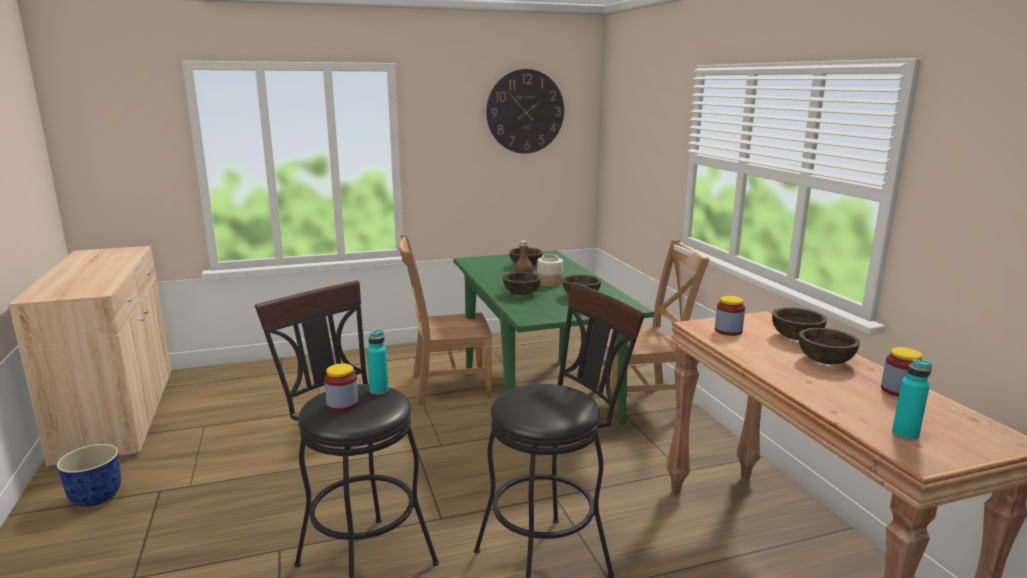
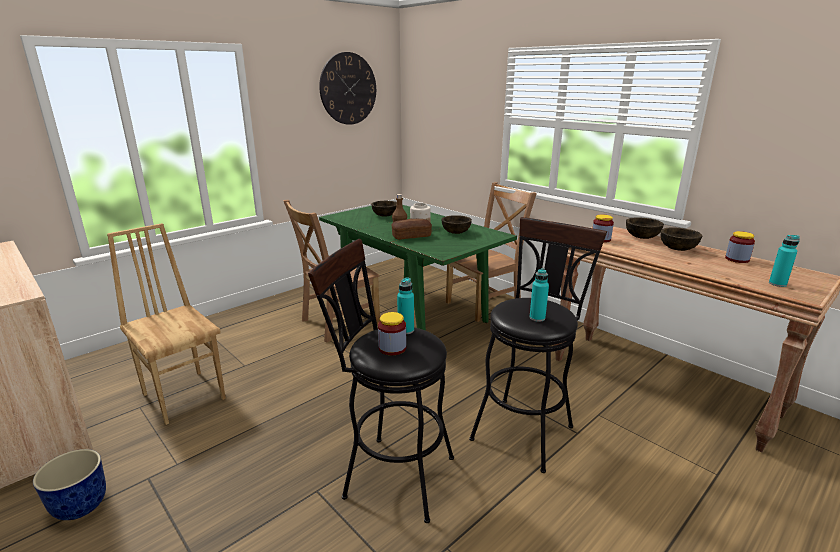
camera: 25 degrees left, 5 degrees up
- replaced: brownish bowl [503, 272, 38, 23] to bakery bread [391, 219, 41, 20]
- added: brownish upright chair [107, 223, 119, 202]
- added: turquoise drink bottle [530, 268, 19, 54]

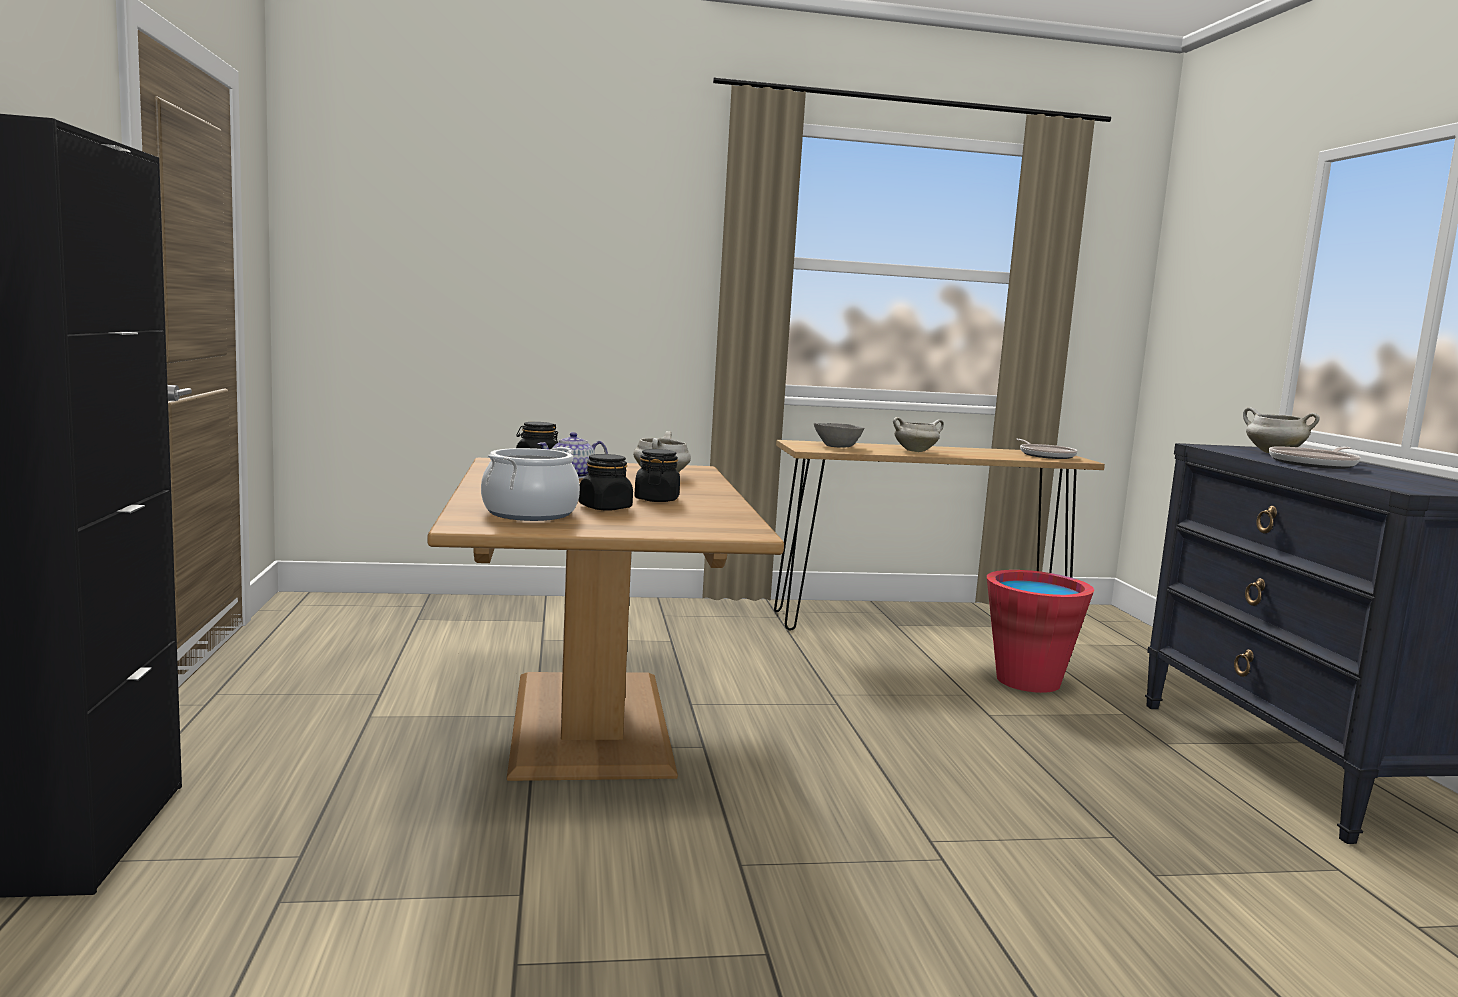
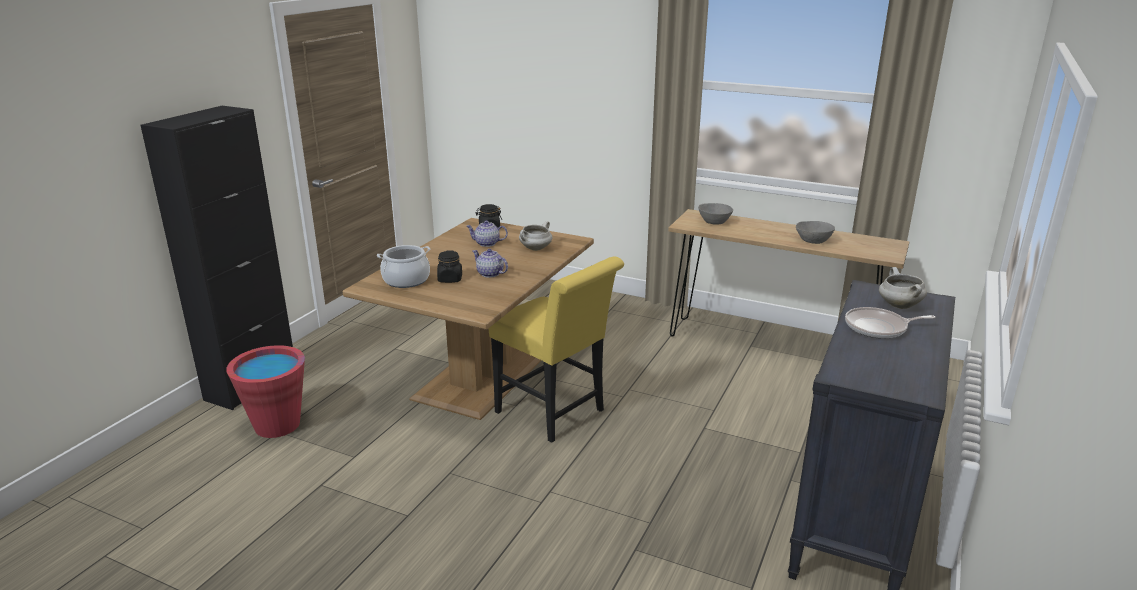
camera: 35 degrees right, 15 degrees up
- removed: white stockpot [893, 417, 51, 35]
- removed: pan [1016, 439, 62, 20]
- replaced: blackish preserve jar [634, 449, 46, 53] to tea pot [472, 249, 36, 29]
- moved: reddish water bucket [987, 570, 107, 123] to [226, 345, 79, 93]
- added: gray bowl [796, 221, 39, 23]
- added: yellow-coloured upright chair [488, 257, 136, 186]

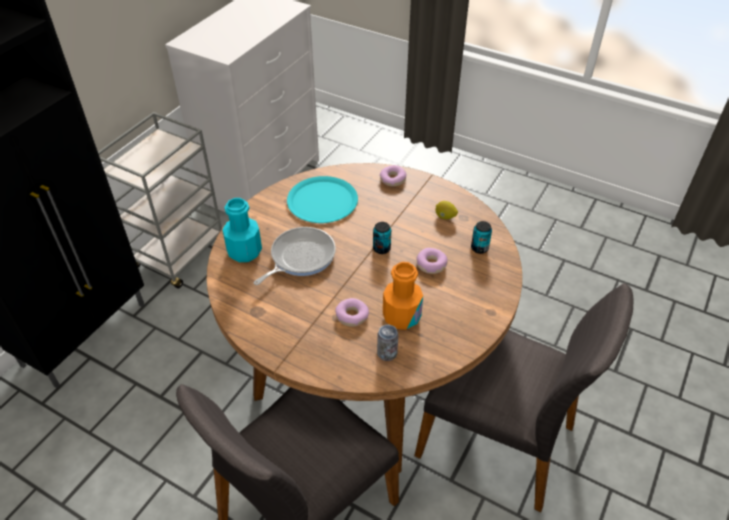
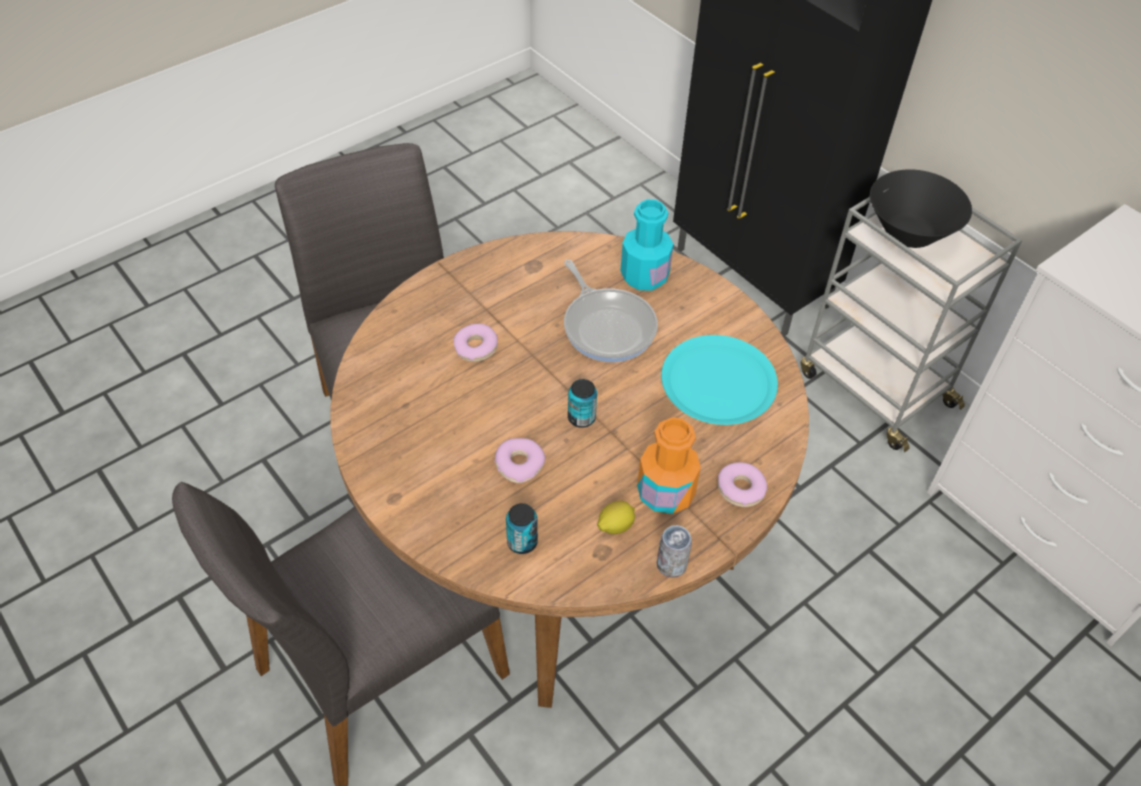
camera: 110 degrees right, 5 degrees up
- moved: orangey drink bottle [383, 262, 40, 68] to [637, 417, 64, 97]
- moved: can [377, 325, 21, 36] to [657, 525, 35, 53]
- added: blackish bowl [870, 169, 102, 79]

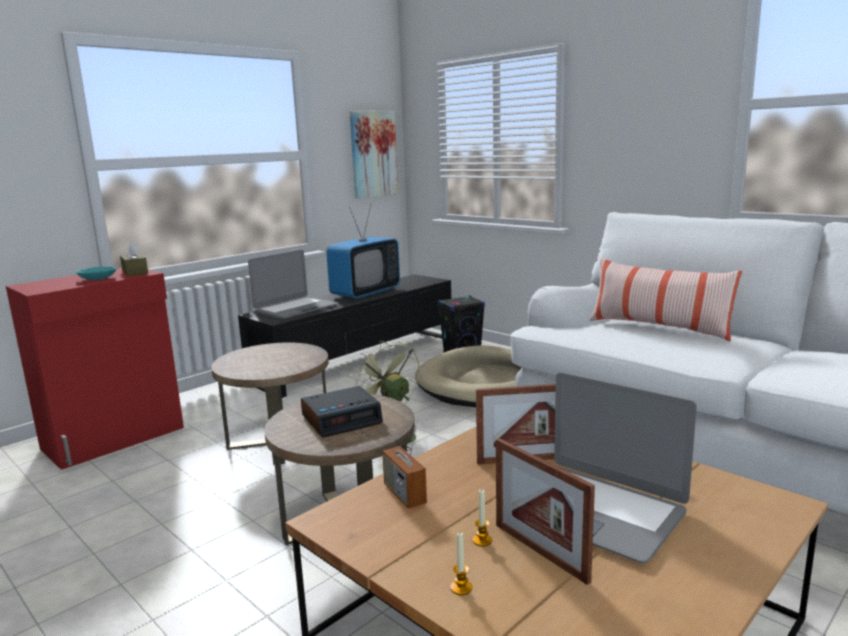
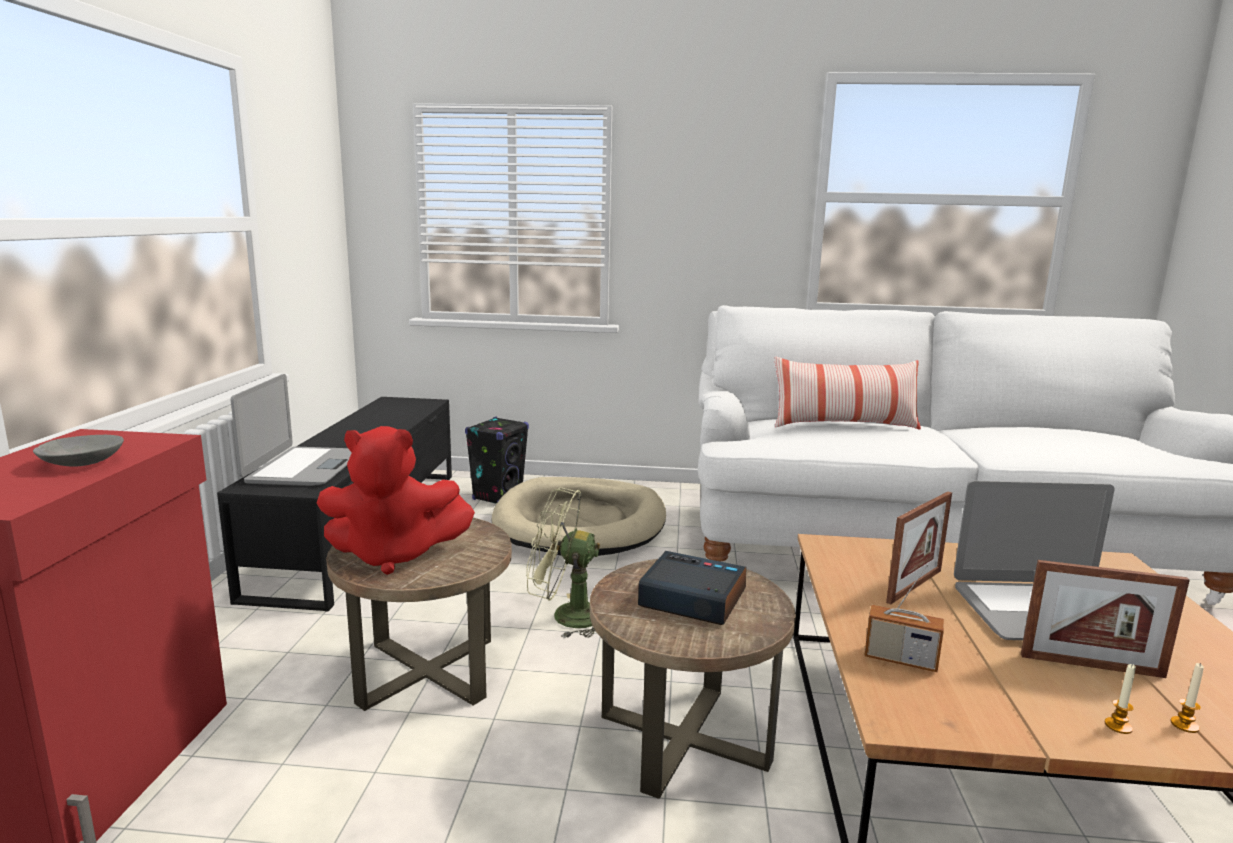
camera: 40 degrees left, 0 degrees up
- removed: wall picture [350, 111, 48, 88]
- removed: television [326, 204, 74, 95]
- removed: brownish box of tissues [120, 242, 28, 34]
- recoloured: turquoise bowl [76, 267, 41, 13] to gray bowl [33, 435, 91, 32]
- turned: bedside clock [301, 386, 82, 52] = [638, 551, 108, 74] 90 degrees counterclockwise
- moved: candle [473, 489, 19, 58] to [1170, 663, 34, 70]
- added: reddish cuddly toy [317, 426, 158, 149]

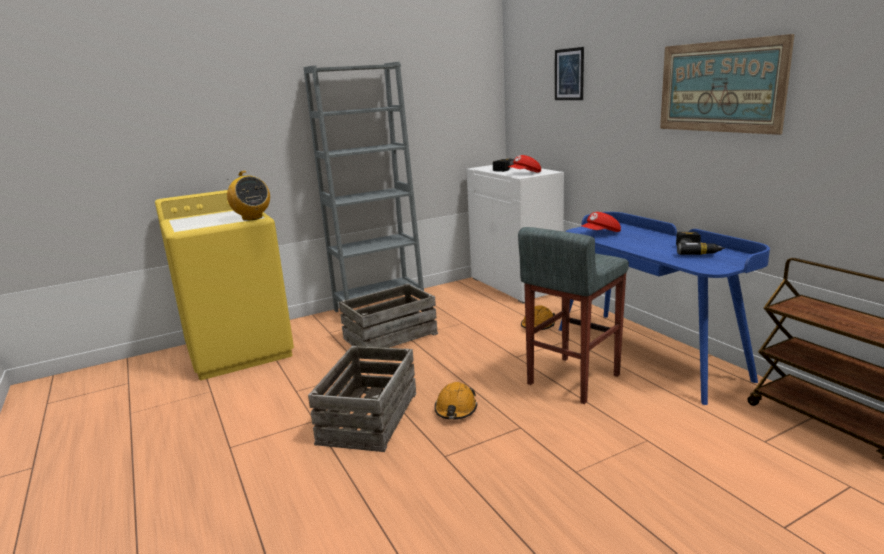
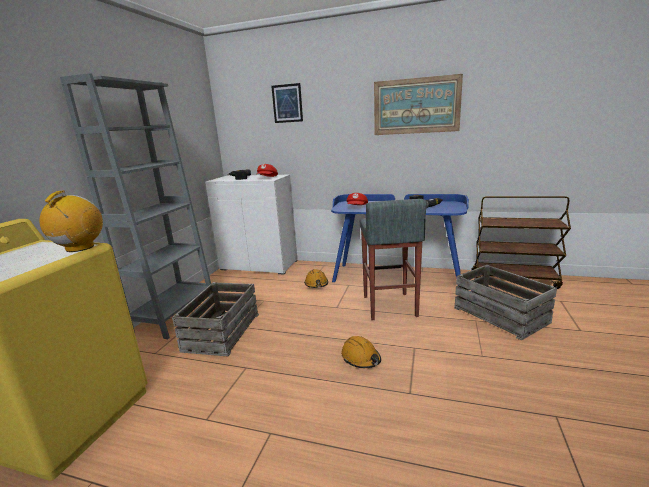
camera: 45 degrees left, 0 degrees up
- turned: radio receiver [227, 171, 43, 50] = [39, 191, 64, 61] 90 degrees counterclockwise
- moved: packing crate [308, 346, 108, 106] to [454, 265, 103, 76]

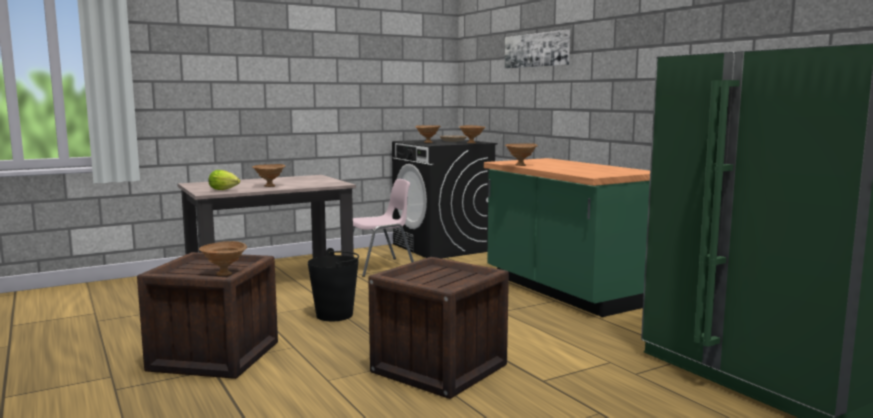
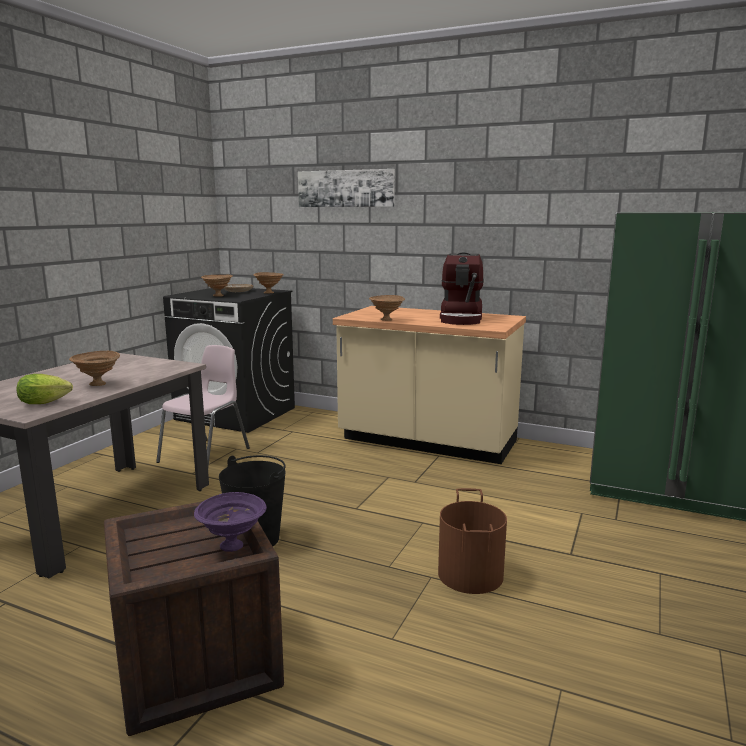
camera: 35 degrees left, 5 degrees up
- recoloured: greenish counter [484, 158, 166, 159] to sand-coloured counter [333, 306, 193, 158]
- recoloured: brownish bowl [199, 241, 48, 35] to purple bowl [194, 492, 73, 60]
- replaced: packing crate [368, 257, 141, 142] to brownish water bucket [438, 488, 69, 106]
- added: coffee brewer [440, 253, 44, 72]

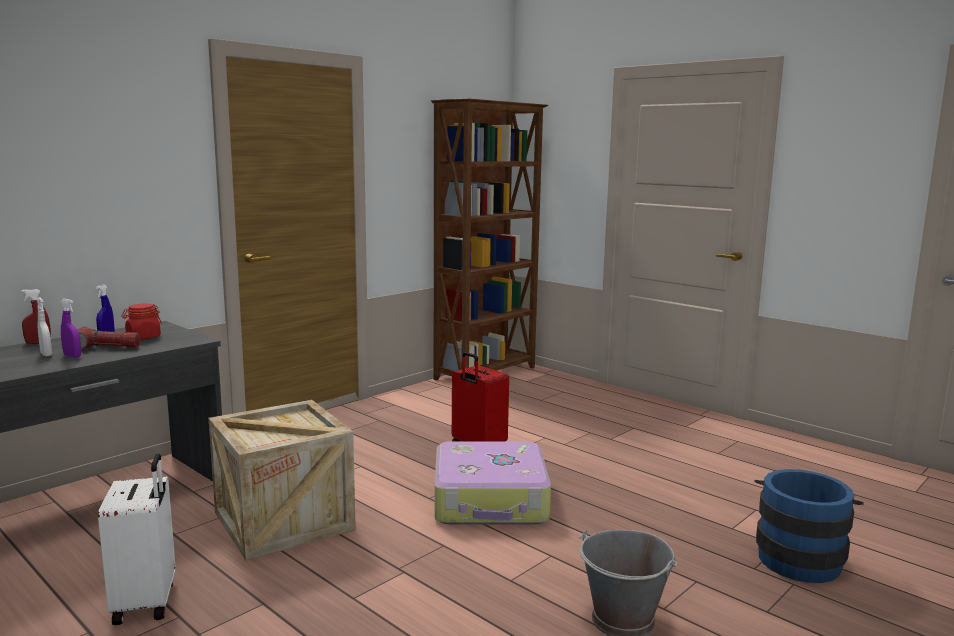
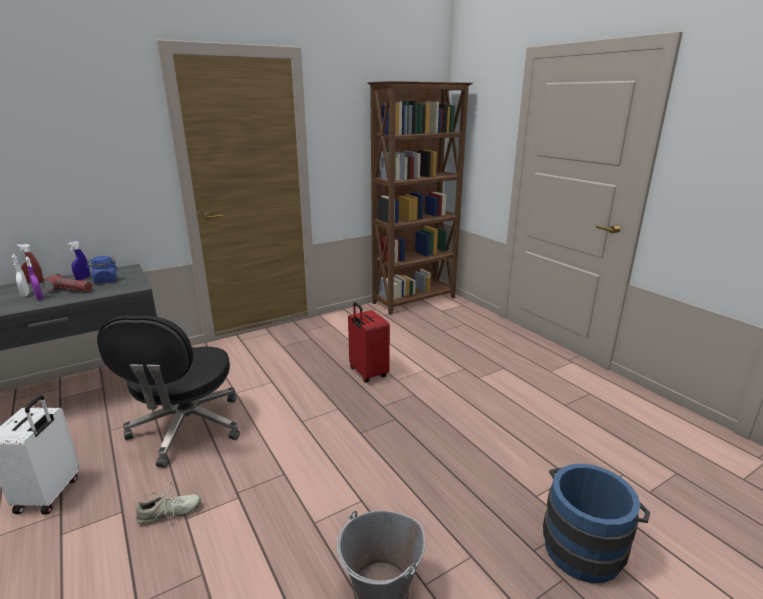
camera: 15 degrees right, 10 degrees up
- recoloured: reddish preserve jar [121, 304, 41, 35] to blue-coloured preserve jar [86, 256, 32, 28]
- replaced: packing crate [209, 400, 147, 161] to blackish computer chair [97, 315, 143, 153]
- removed: piece of luggage [434, 441, 117, 83]
- added: sand-coloured shoe [136, 482, 65, 44]

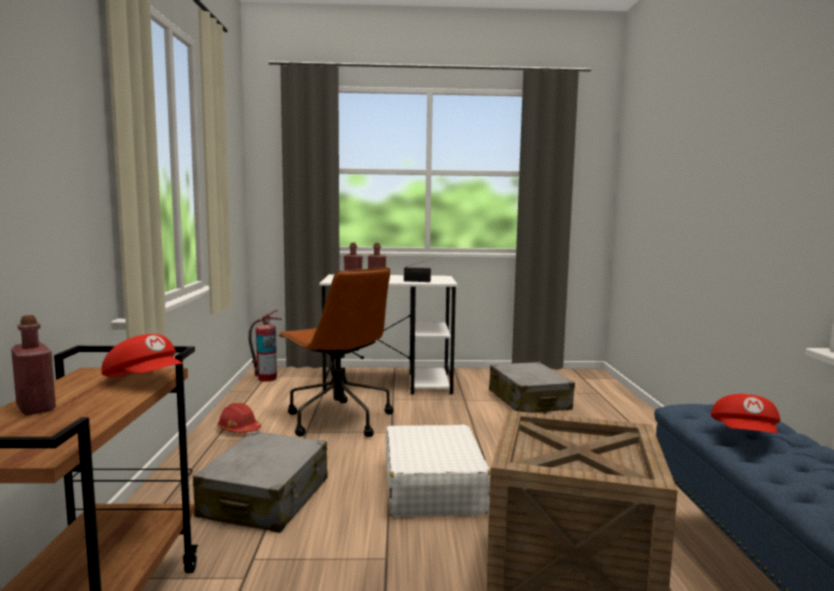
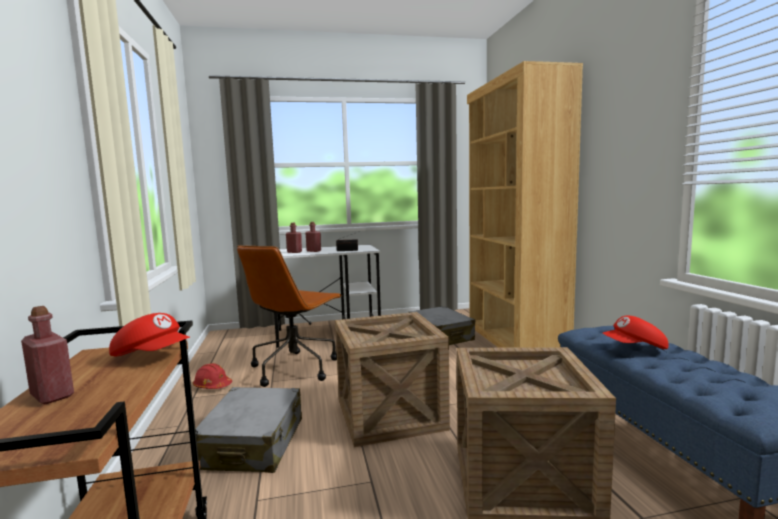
camera: 10 degrees left, 0 degrees up
- turned: brownish computer chair [278, 267, 116, 170] = [237, 245, 105, 142] 75 degrees clockwise
- removed: extinguisher [248, 310, 34, 72]
- turned: reddish baseball cap [710, 394, 71, 39] = [602, 316, 66, 33] 75 degrees clockwise
- replaced: white piece of luggage [385, 425, 106, 92] to packing crate [335, 312, 115, 135]
- added: brownish bookcase [467, 61, 116, 287]

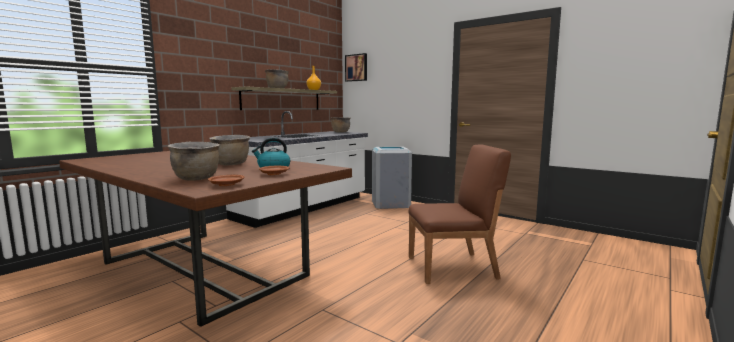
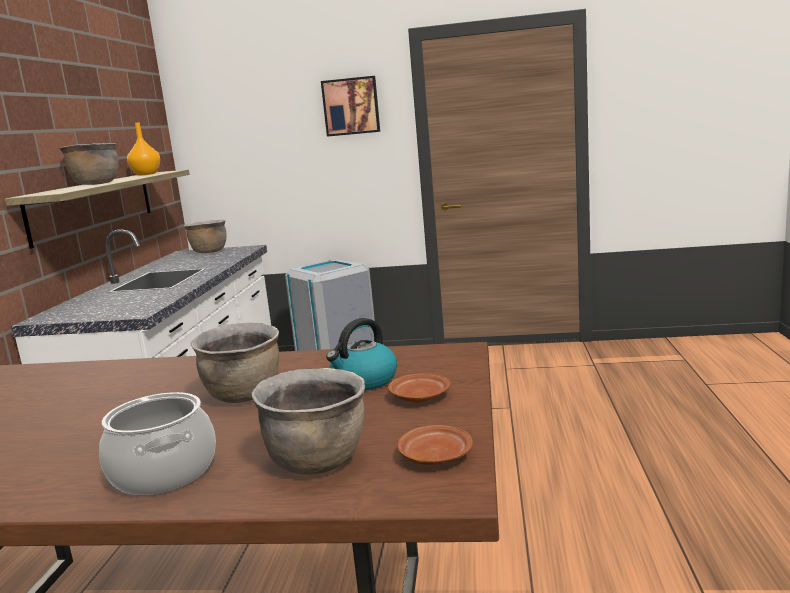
camera: 30 degrees left, 5 degrees up
- moved: wall picture [345, 53, 22, 29] to [321, 76, 59, 61]
- removed: brownish upright chair [408, 144, 103, 140]
- added: stockpot [99, 392, 117, 103]

